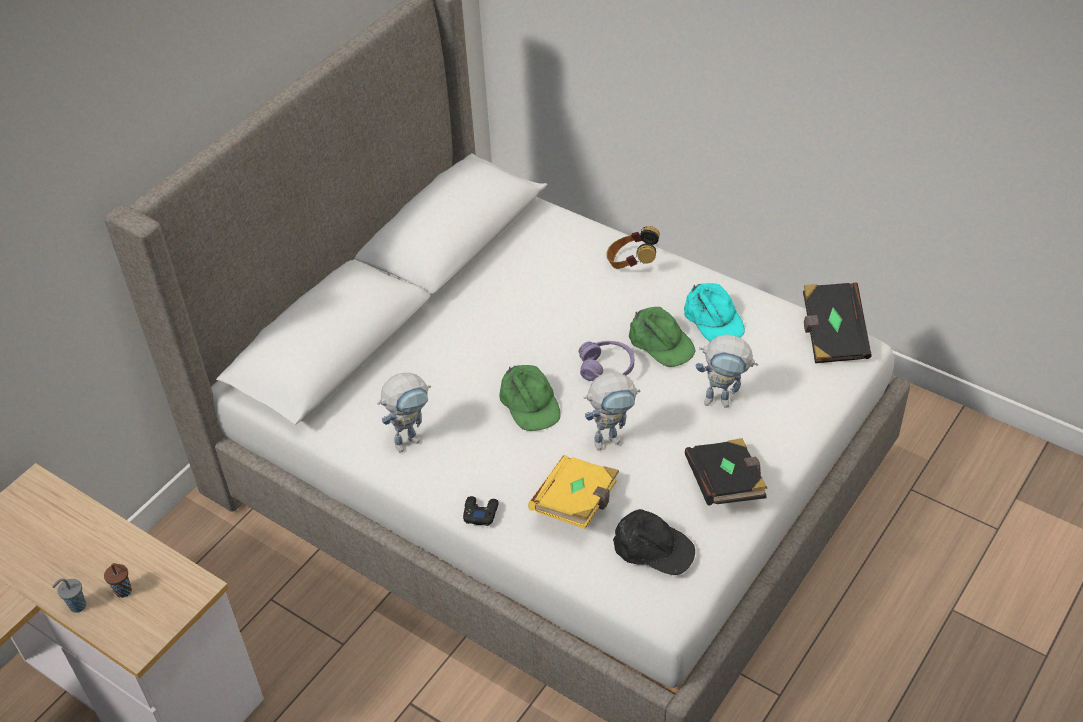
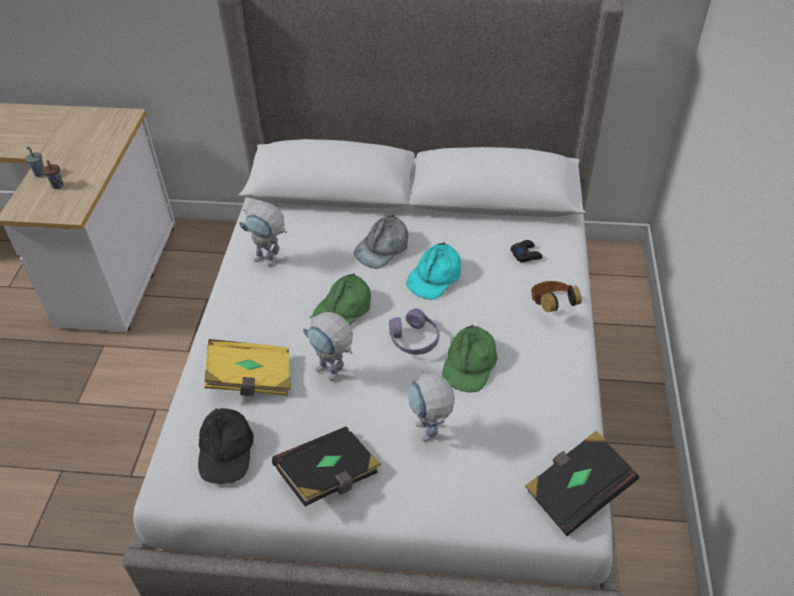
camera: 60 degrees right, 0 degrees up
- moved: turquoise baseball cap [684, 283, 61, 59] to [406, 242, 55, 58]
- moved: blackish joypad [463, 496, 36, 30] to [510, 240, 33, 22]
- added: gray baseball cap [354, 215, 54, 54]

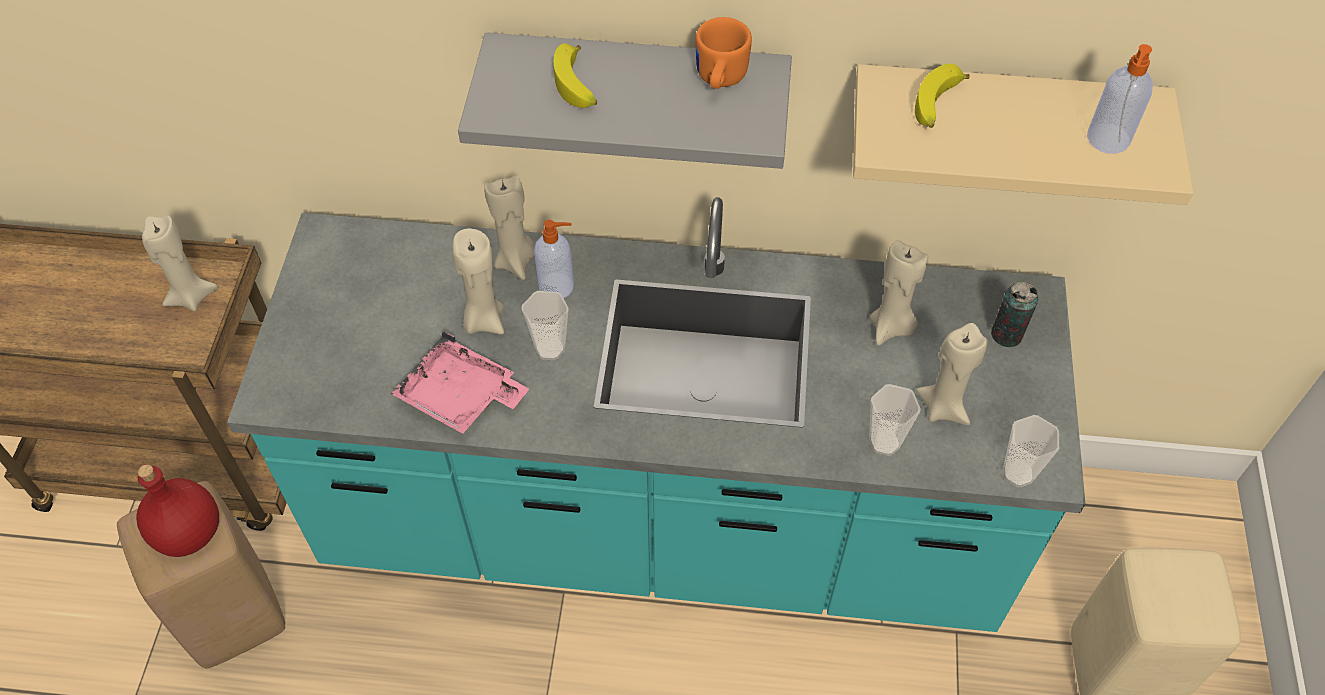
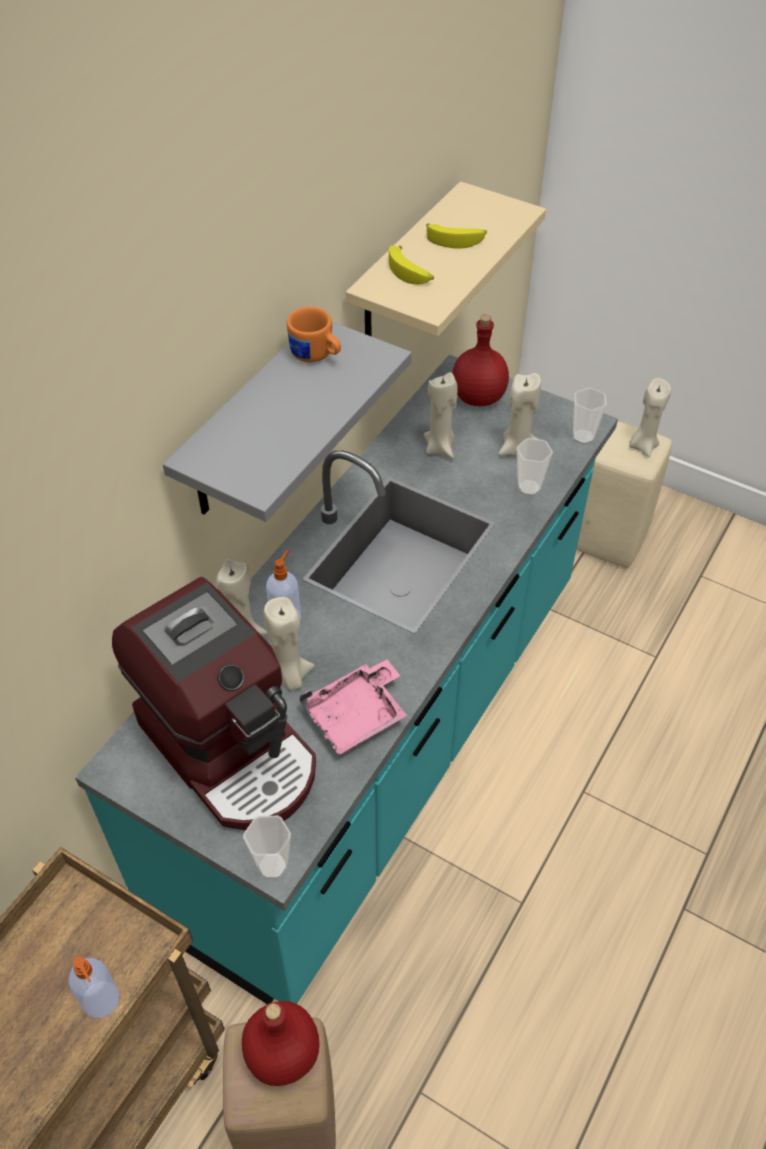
camera: 65 degrees left, 5 degrees down
- moved: whole banana [553, 44, 44, 64] to [426, 224, 61, 24]
- moved: liquid soap bottle [1087, 44, 66, 110] to [69, 957, 51, 61]
- moved: sand-coloured candle [142, 215, 76, 96] to [630, 378, 41, 79]
- replaced: can [991, 282, 47, 65] to reddish drink bottle [452, 314, 57, 92]
- moved: drinking cup [521, 291, 48, 69] to [243, 816, 48, 63]
- added: coffee brewer [112, 577, 204, 253]

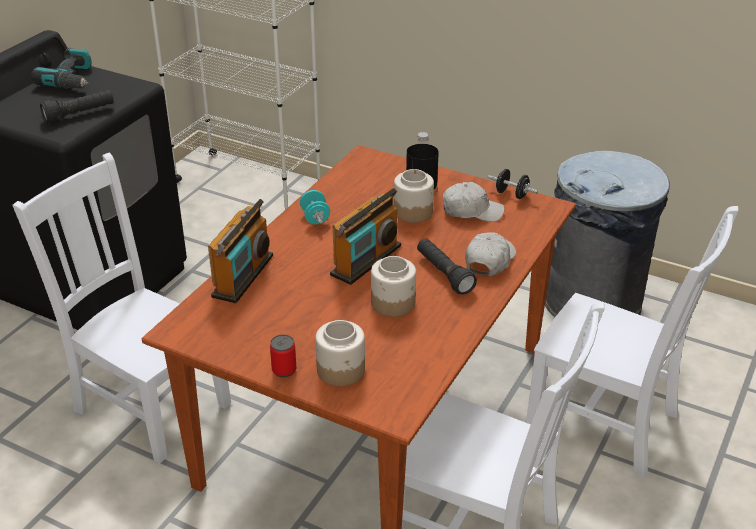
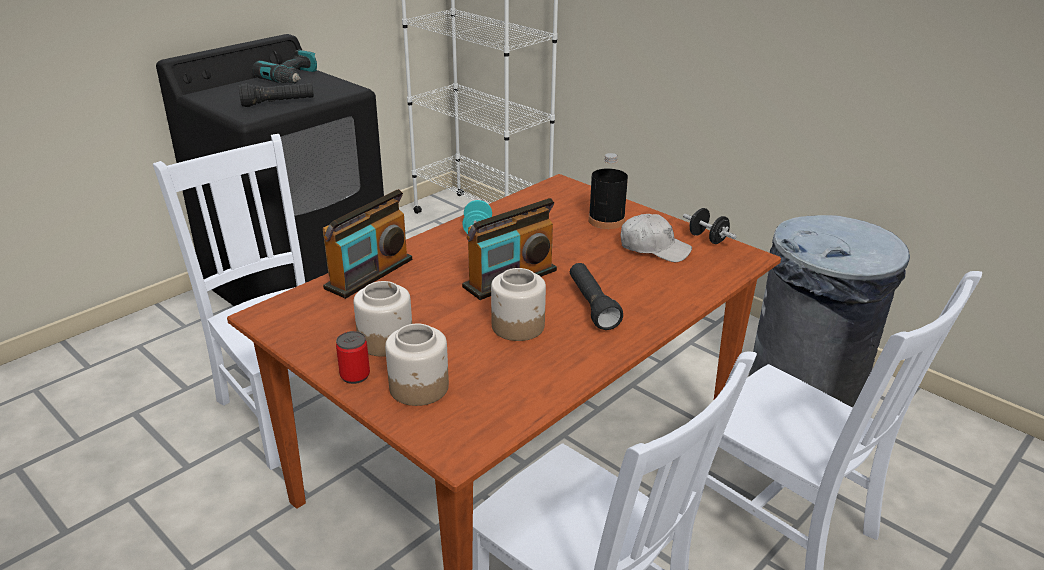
camera: 15 degrees right, 5 degrees down
- moved: preserve jar [394, 169, 40, 54] to [353, 281, 59, 76]
- removed: white baseball cap [465, 233, 51, 43]

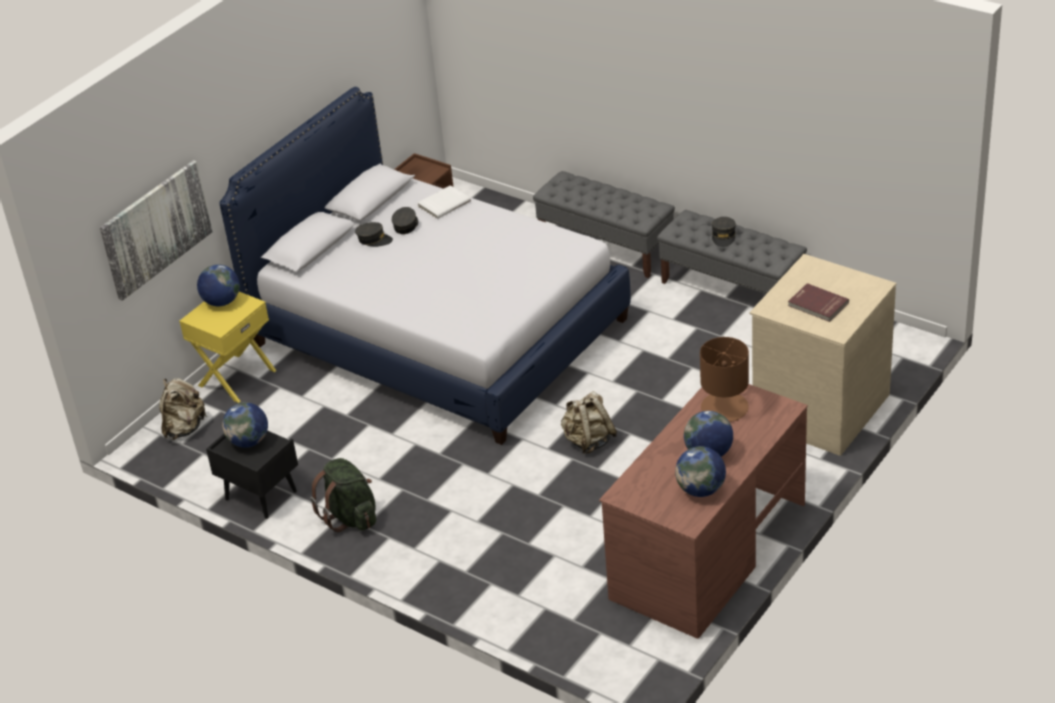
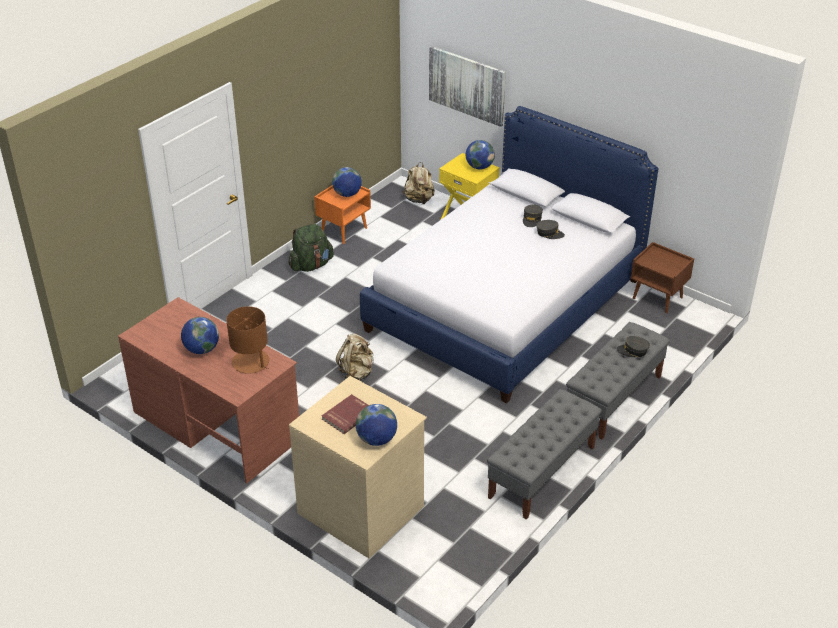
camera: 90 degrees right, 0 degrees up
- removed: white volume [418, 185, 53, 34]
- moved: gray baseball cap [712, 217, 24, 30] to [617, 336, 33, 21]
- recoloured: blackish night table [206, 431, 92, 88] to orangey night table [314, 185, 57, 59]
- moved: desk globe [675, 446, 51, 51] to [356, 404, 41, 42]

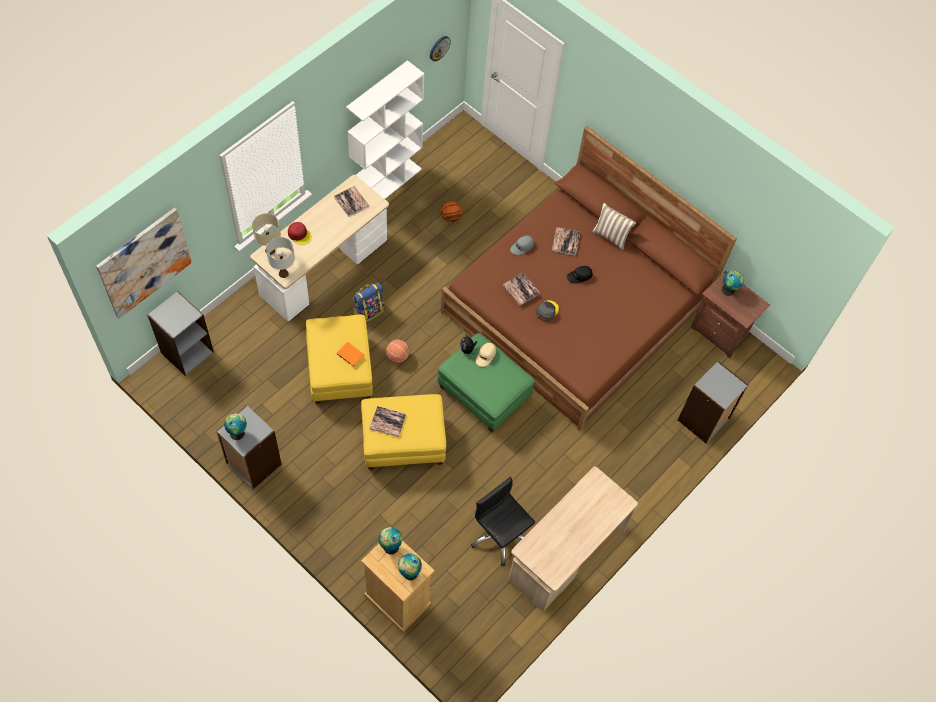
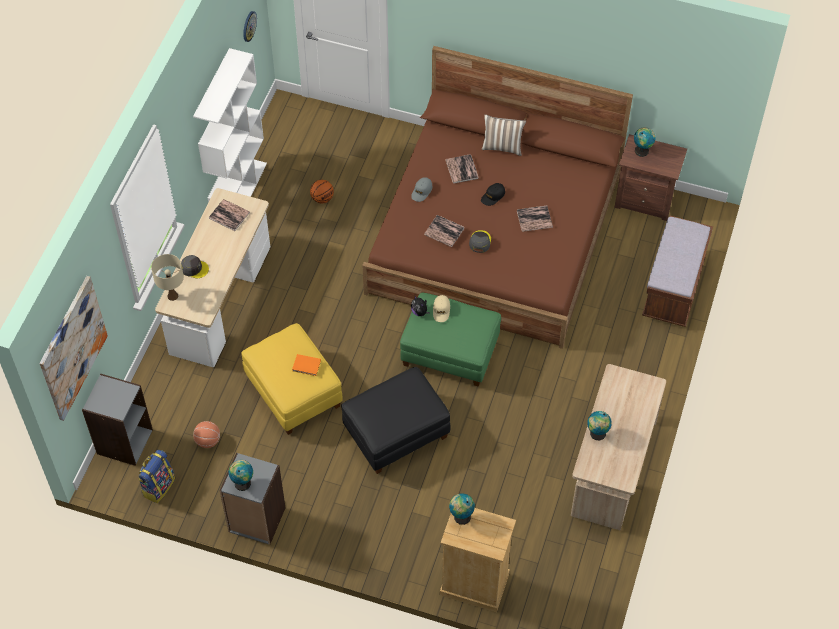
camera: 20 degrees left, 5 degrees down
- recoloured: reddish baseball cap [288, 222, 24, 23] to gray baseball cap [181, 255, 28, 23]
- removed: white lamp for a table [266, 237, 29, 41]
- moved: rucksack [353, 282, 31, 41] to [138, 449, 37, 54]
- moved: ball for basketball [386, 340, 23, 23] to [193, 421, 27, 27]
- replaced: gray bookcase [678, 361, 70, 83] to brownish indoor bench [642, 216, 71, 111]
- recoloured: yellow-coloured pouffe [361, 394, 85, 76] to blackish pouffe [341, 367, 110, 107]
- moved: volume [369, 406, 37, 31] to [517, 205, 36, 27]
- removed: blackish computer chair [471, 477, 64, 89]
- moved: desk globe [398, 554, 24, 26] to [587, 411, 25, 29]

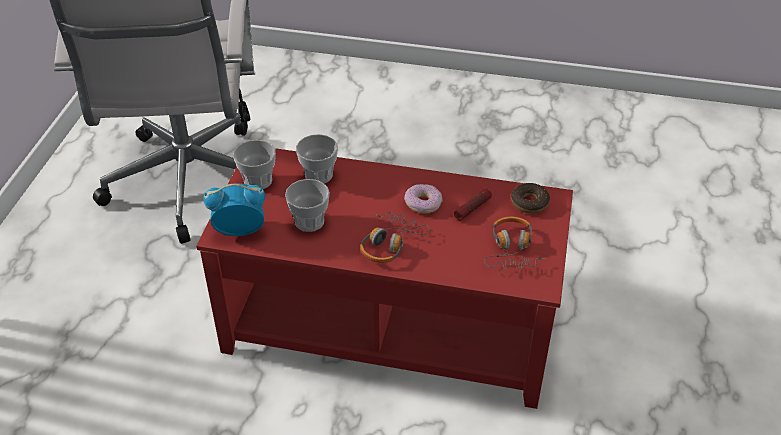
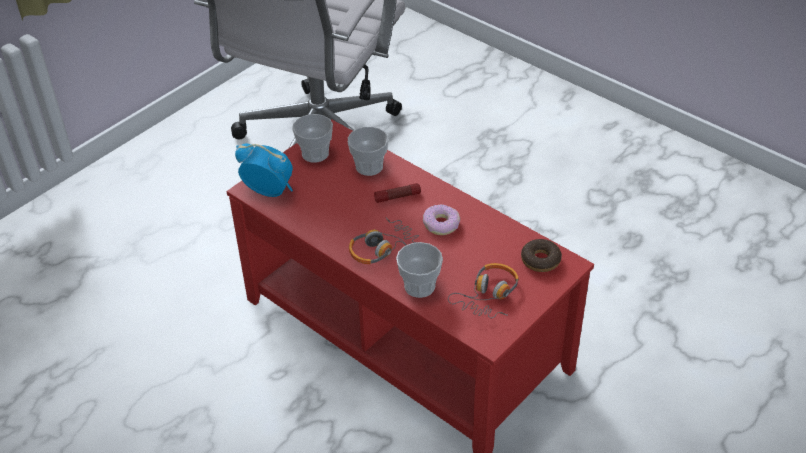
camera: 30 degrees right, 0 degrees up
- moved: drinking cup [285, 179, 45, 53] to [396, 242, 47, 56]
- moved: torch [454, 189, 38, 32] to [374, 183, 47, 20]

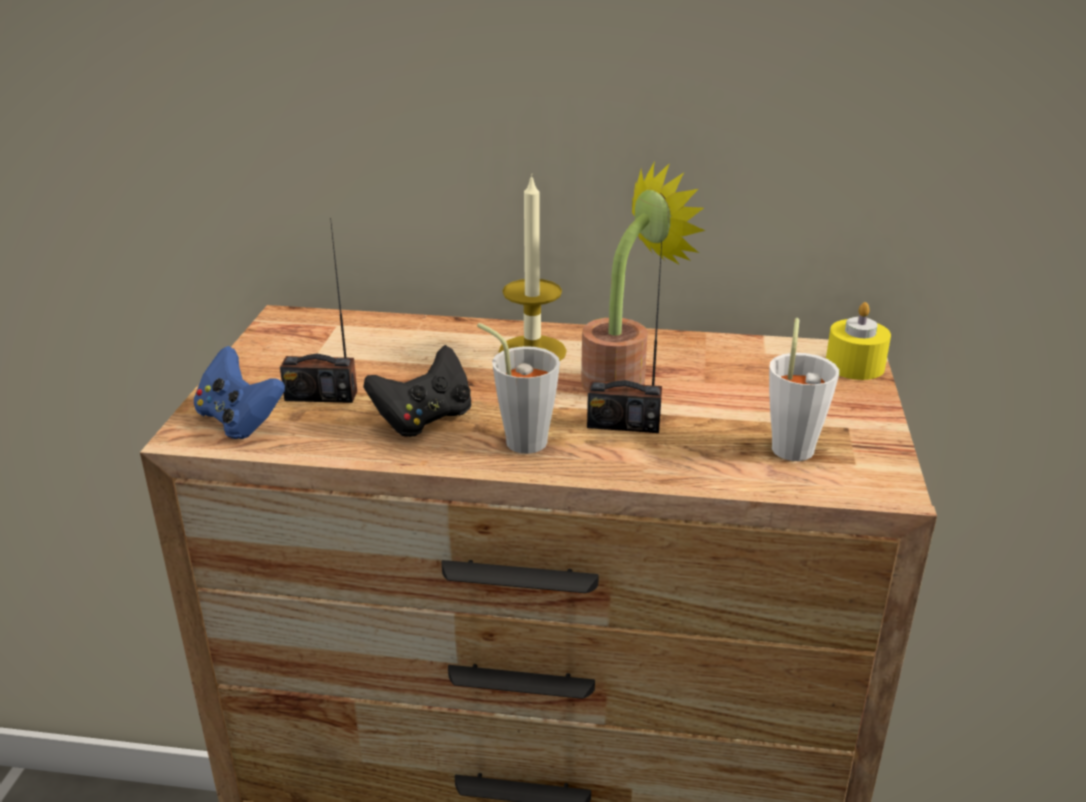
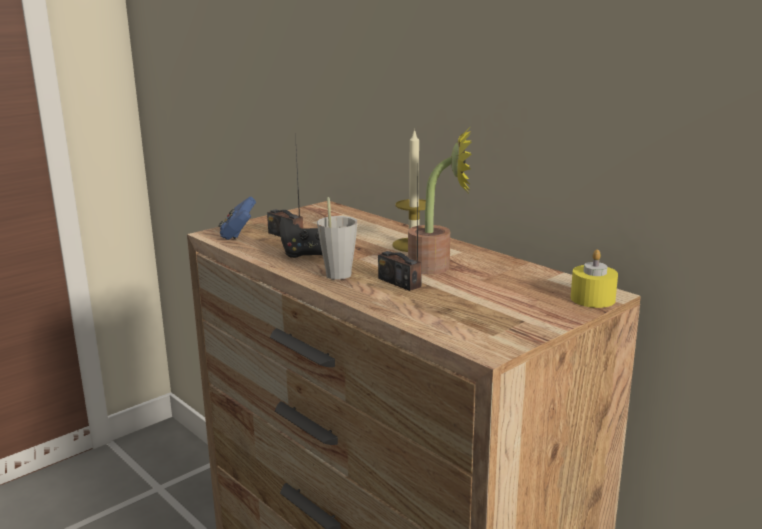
camera: 40 degrees right, 10 degrees down
- removed: white drinking cup [769, 318, 70, 143]

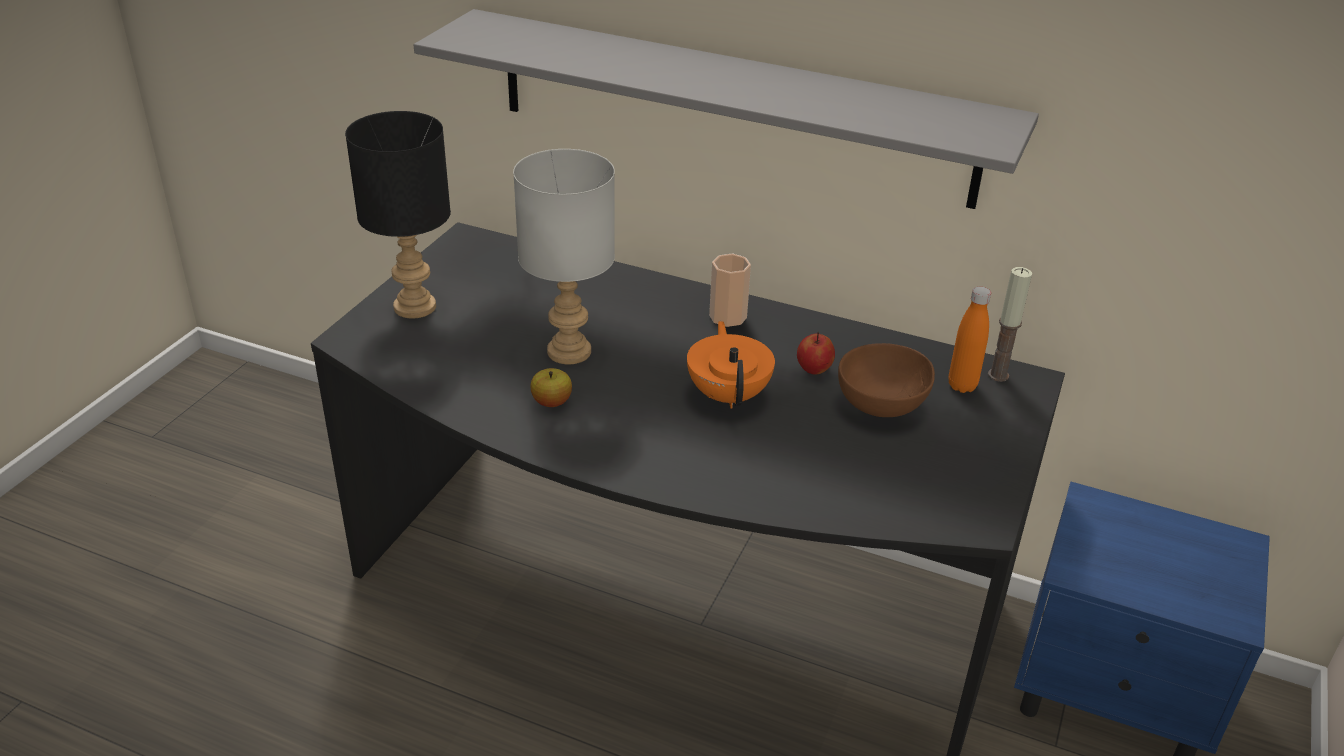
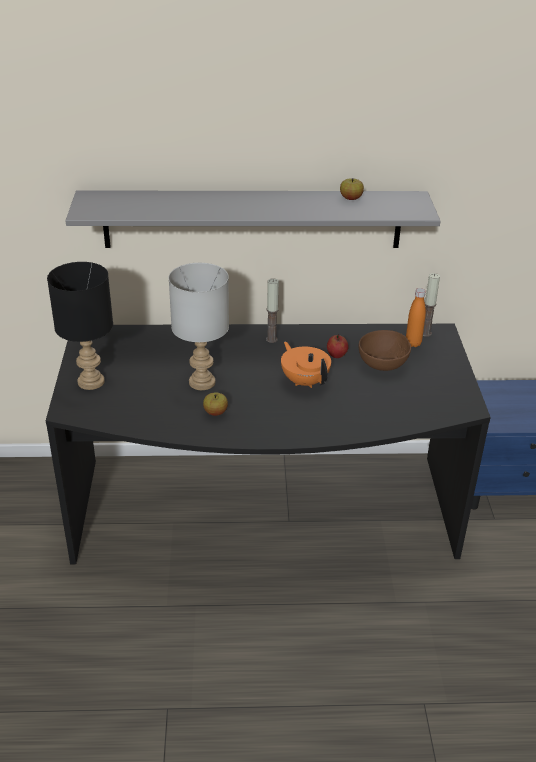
camera: 25 degrees left, 0 degrees up
- replaced: drinking cup [709, 254, 42, 73] to candle [266, 278, 13, 65]
- added: whole apple [340, 178, 24, 22]

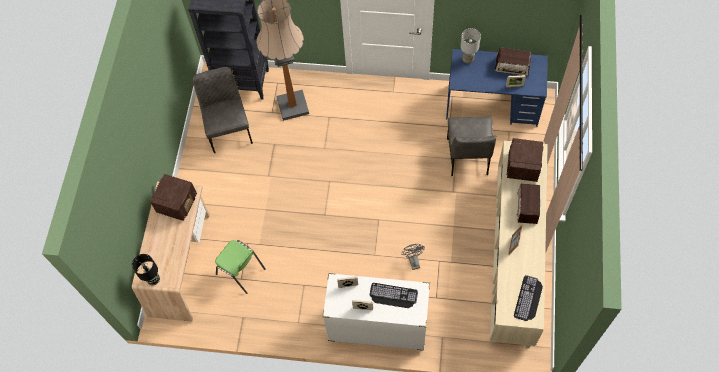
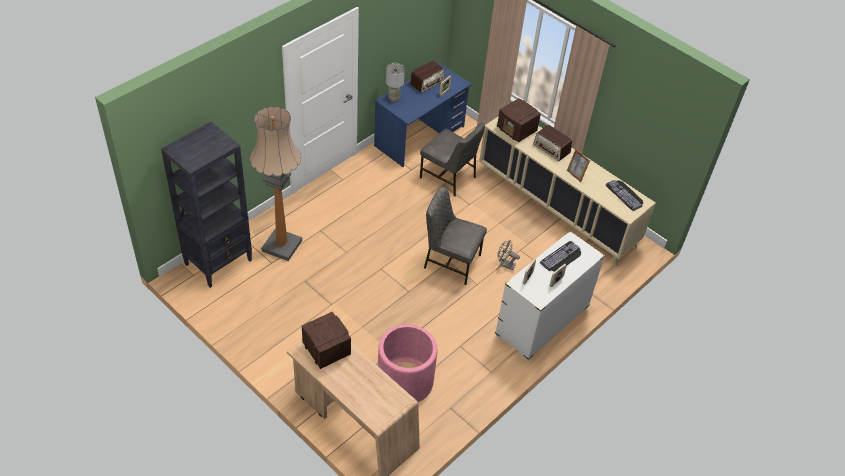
camera: 60 degrees left, 15 degrees down
- moved: gray upright chair [193, 67, 60, 86] to [424, 187, 63, 98]
- replaced: greenish upright chair [215, 240, 51, 54] to pinkish planter [378, 324, 59, 78]
- removed: blackish lamp for a table [132, 254, 28, 32]

